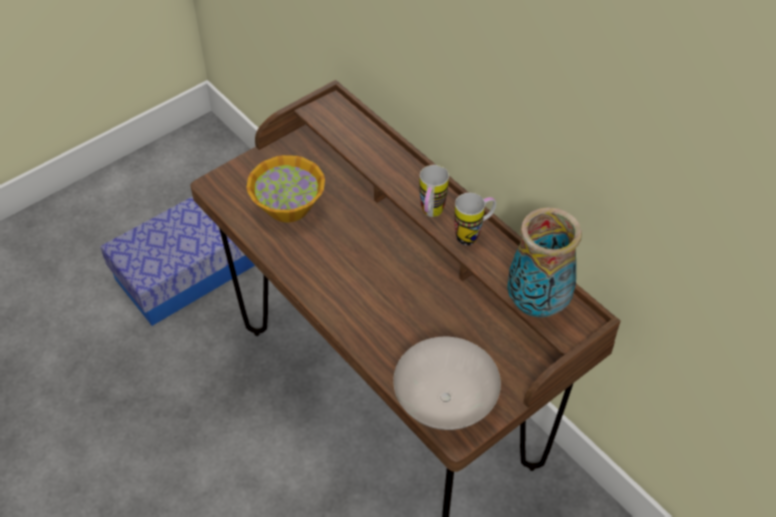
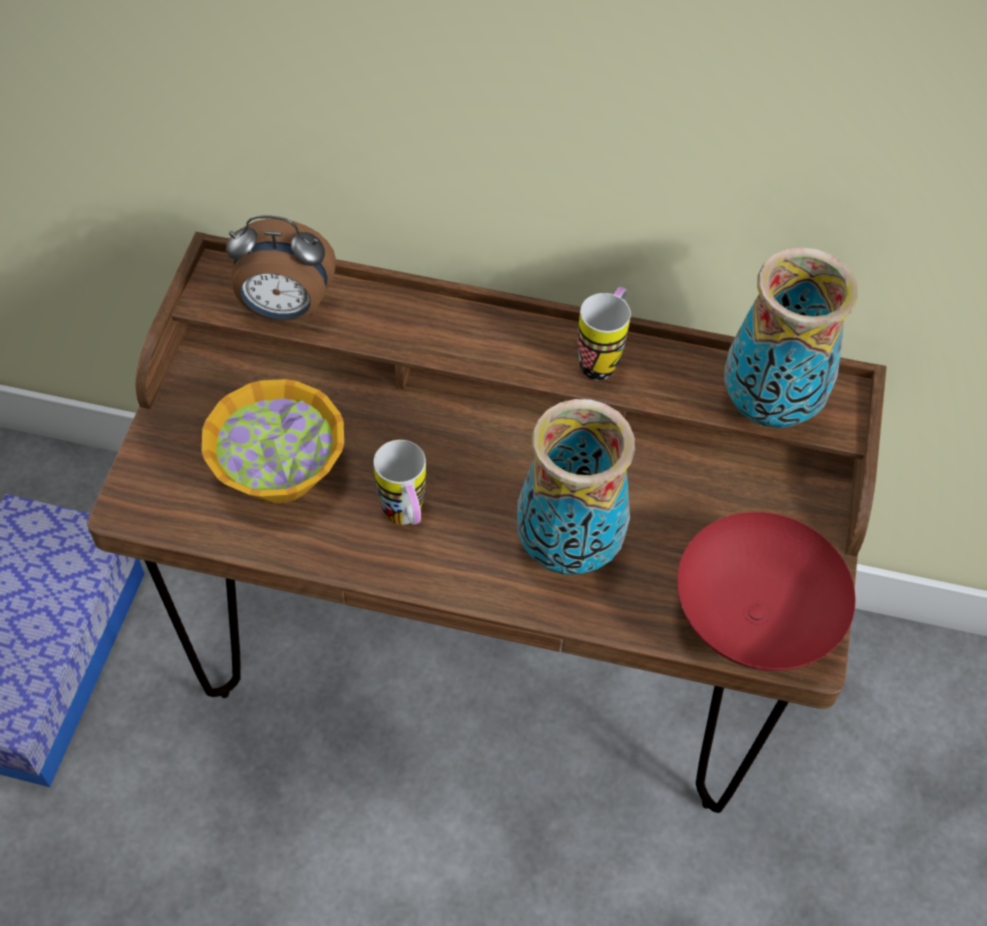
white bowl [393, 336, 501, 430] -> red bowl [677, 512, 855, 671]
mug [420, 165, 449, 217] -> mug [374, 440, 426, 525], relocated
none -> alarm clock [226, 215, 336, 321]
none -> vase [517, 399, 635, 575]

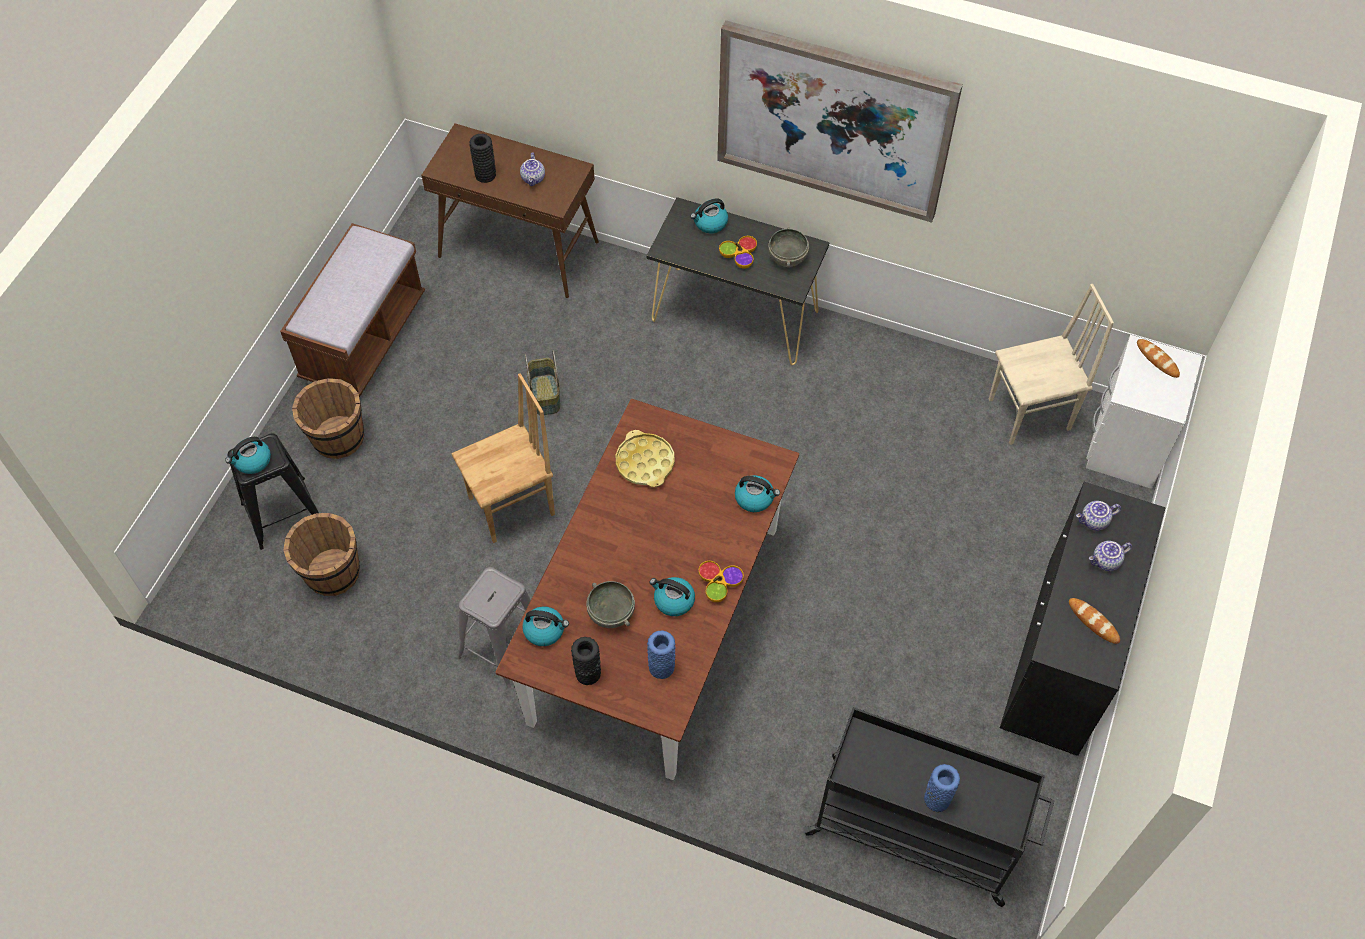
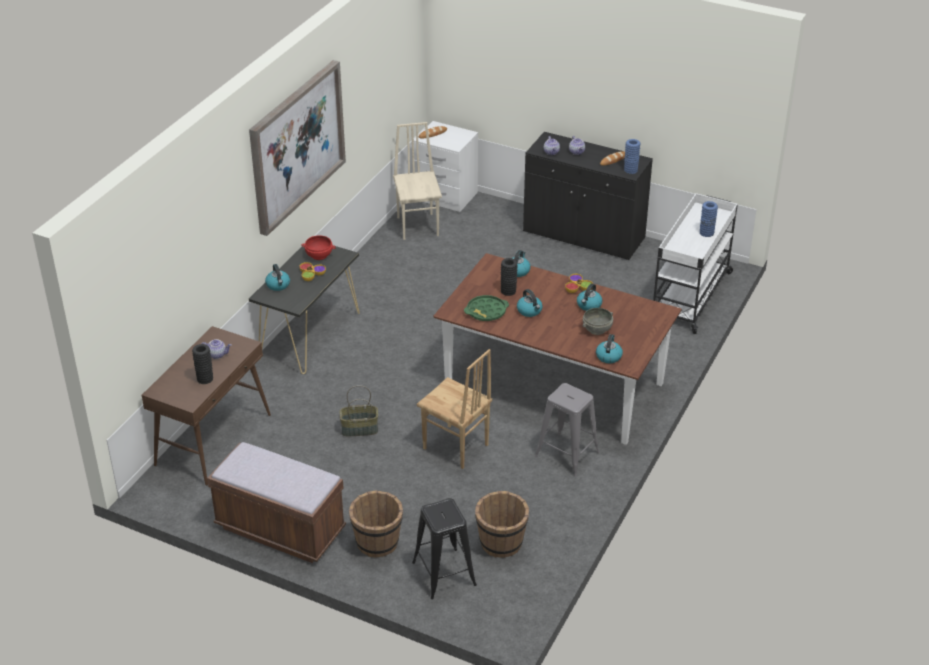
kettle [225, 437, 271, 474] -> kettle [517, 289, 543, 317], relocated
brown chair [451, 373, 555, 543] -> brown chair [417, 349, 492, 469], 150 degrees clockwise
black vase [571, 637, 601, 685] -> black vase [501, 258, 518, 296], relocated
yellow tray [616, 430, 675, 487] -> green tray [464, 295, 509, 321]
blue vase [647, 630, 676, 679] -> blue vase [624, 139, 640, 174], relocated
grey bowl [768, 227, 809, 268] -> red bowl [302, 235, 336, 260]
black cart [803, 707, 1055, 907] -> white cart [653, 193, 738, 334]

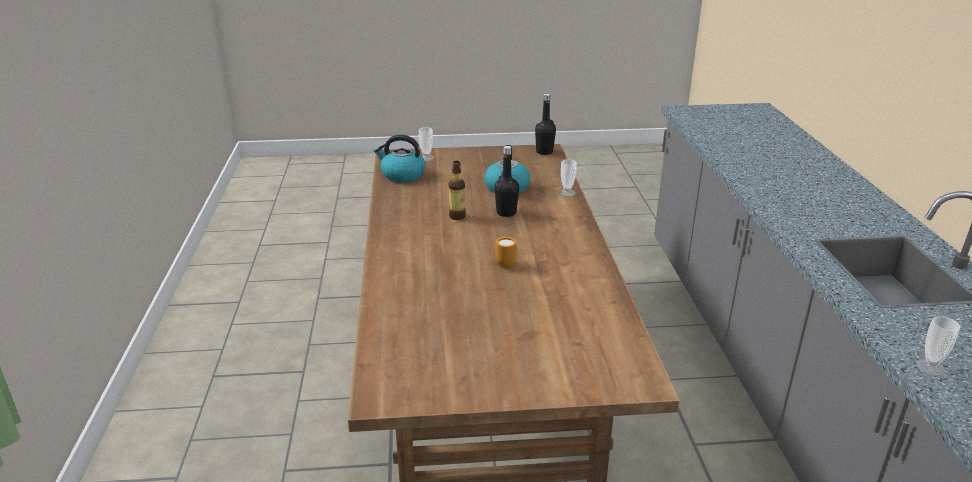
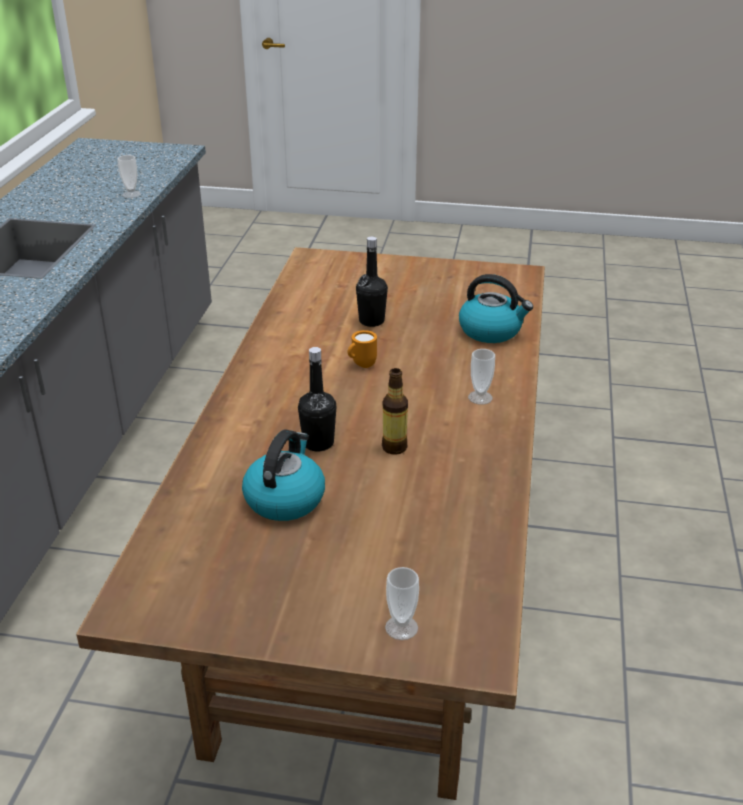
kettle [374, 135, 425, 182] -> kettle [459, 274, 533, 343], relocated
black bottle [535, 94, 556, 155] -> black bottle [356, 237, 388, 327], relocated
cup [559, 159, 577, 196] -> cup [468, 349, 495, 405], relocated

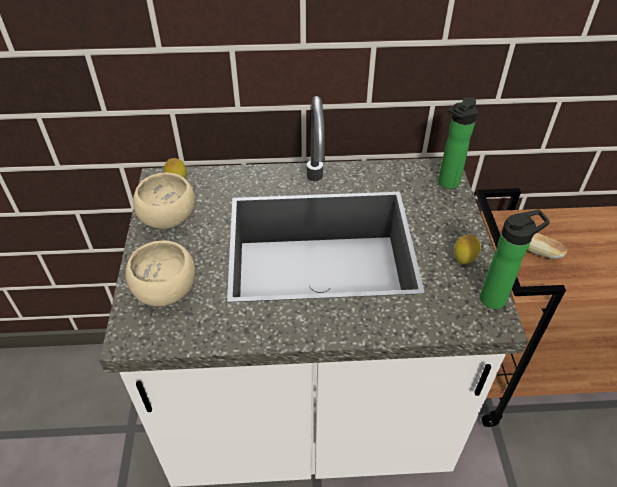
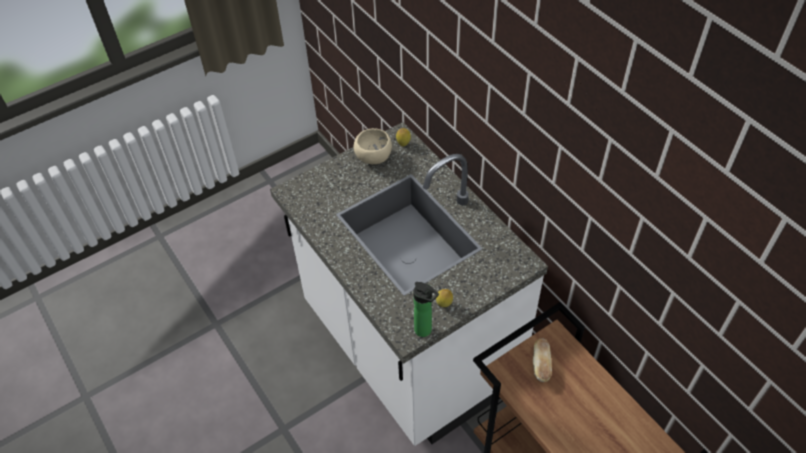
beige bowl [125, 240, 195, 306] -> none
bottle [438, 97, 478, 189] -> none

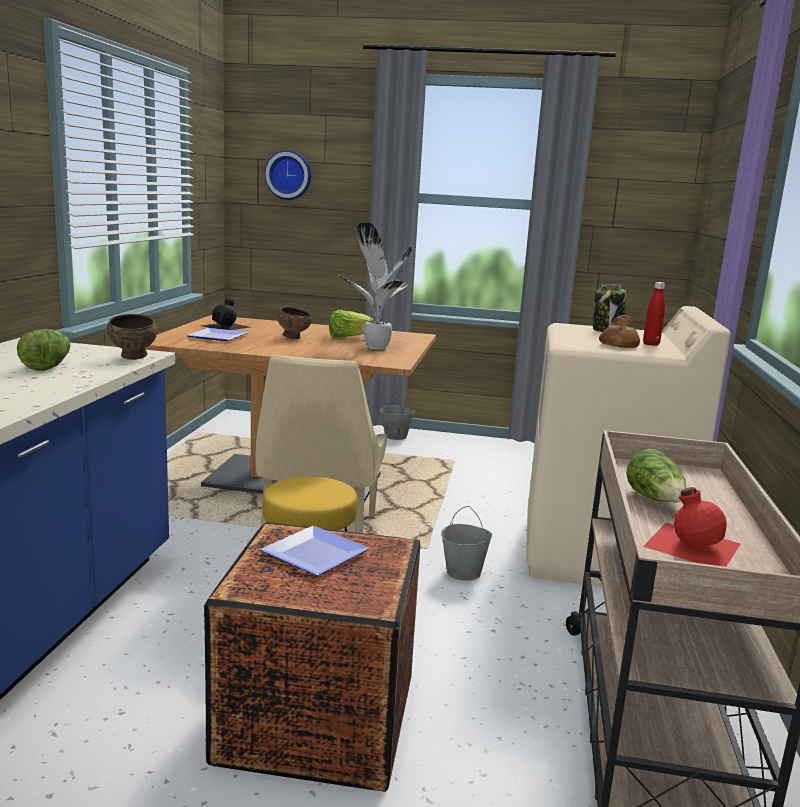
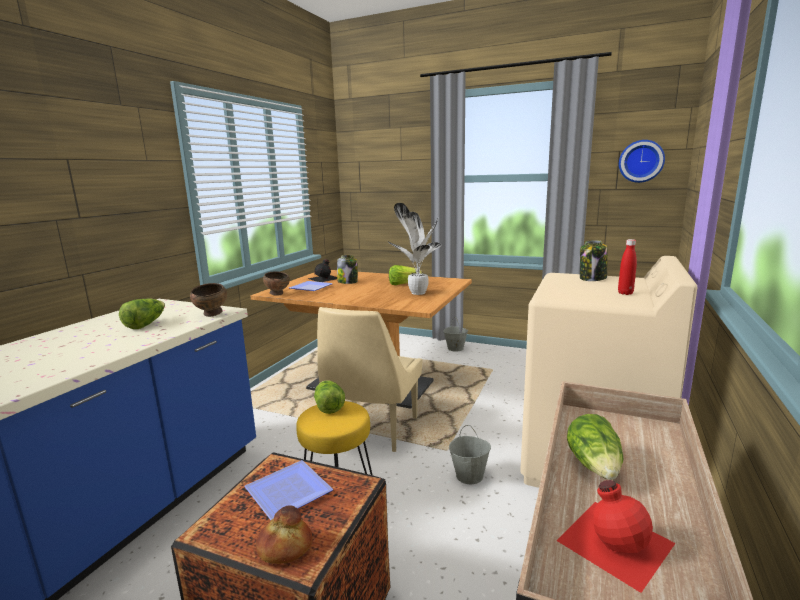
wall clock [265, 150, 311, 200] -> wall clock [619, 140, 665, 183], relocated
brown bowl [278, 307, 312, 339] -> brown bowl [263, 271, 290, 296], relocated
bread [599, 315, 640, 348] -> bread [256, 505, 312, 564], relocated
none -> lettuce [314, 381, 345, 414]
none -> jar [337, 255, 358, 284]

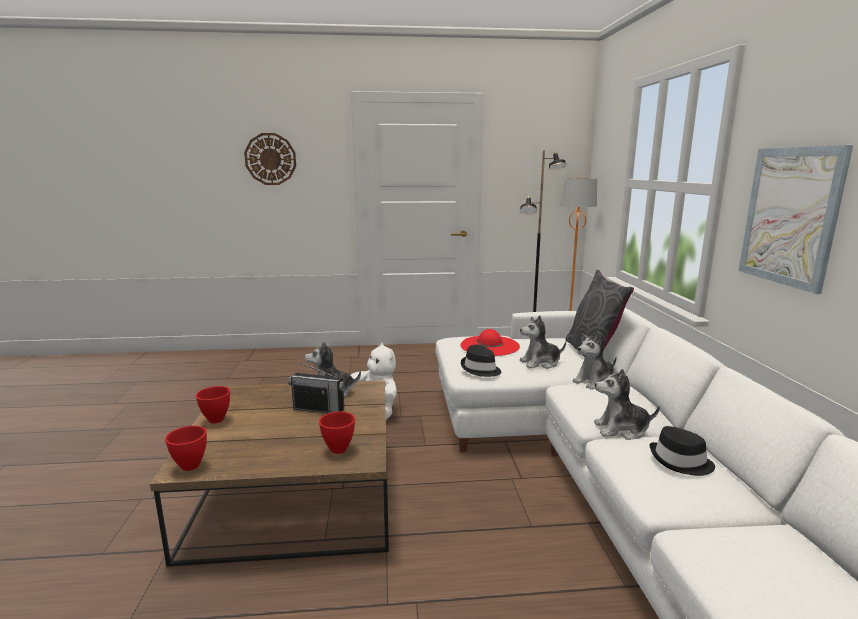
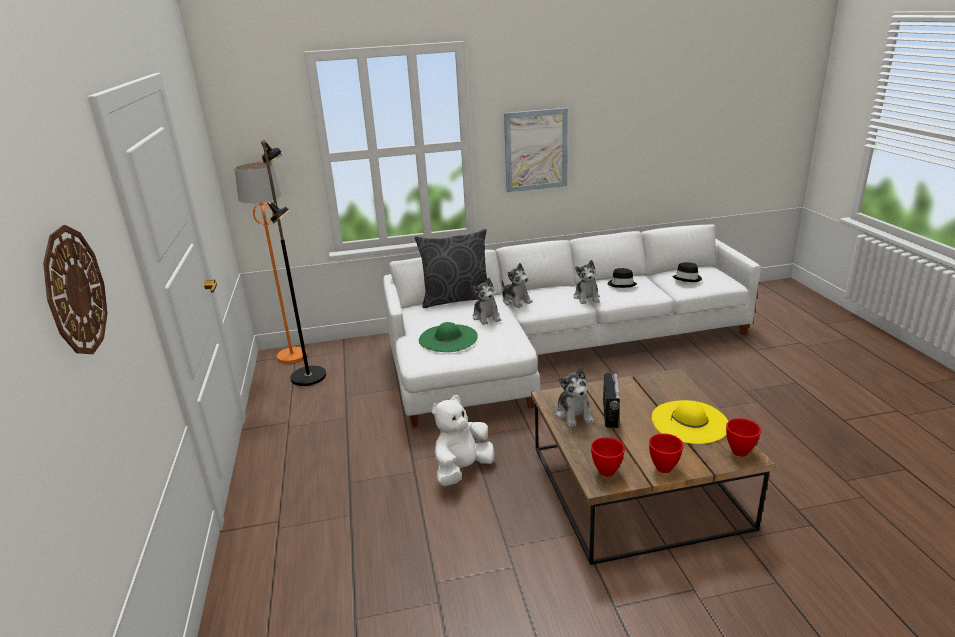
red bowl [319, 411, 355, 454] -> red bowl [591, 437, 625, 477], relocated
red hat [461, 329, 520, 356] -> green hat [419, 322, 478, 352]
black hat [461, 345, 501, 377] -> black hat [672, 262, 702, 282], relocated
none -> yellow hat [652, 400, 728, 444]

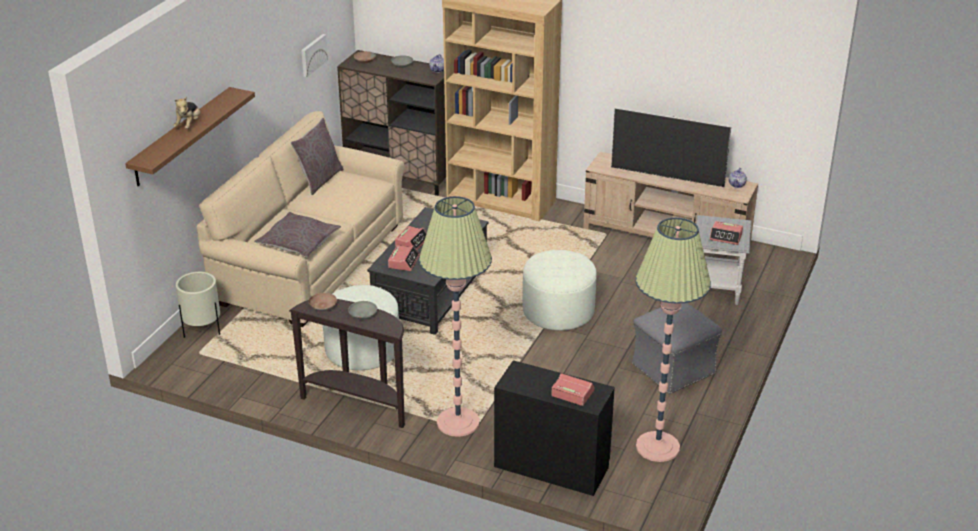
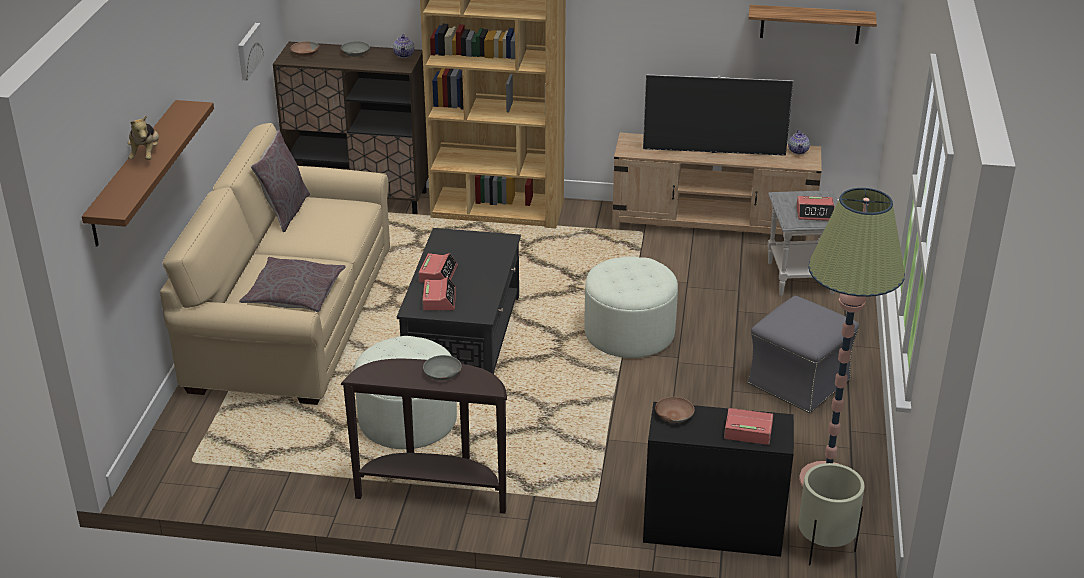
beige planter [176, 272, 220, 338] -> beige planter [799, 463, 865, 565], relocated
brown bowl [308, 293, 337, 311] -> brown bowl [655, 397, 695, 423], relocated
floor lamp [419, 196, 492, 437] -> none
none -> shelf [749, 5, 877, 44]

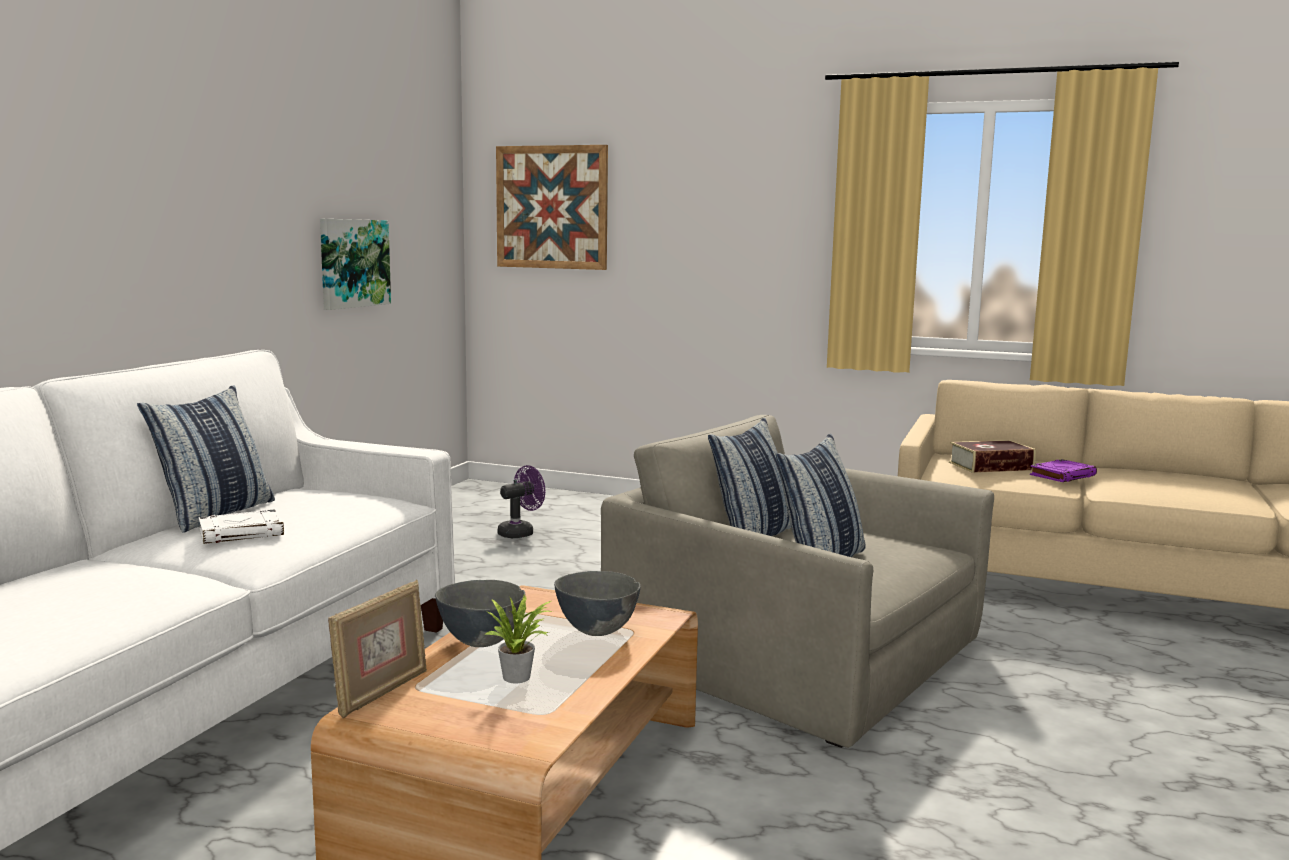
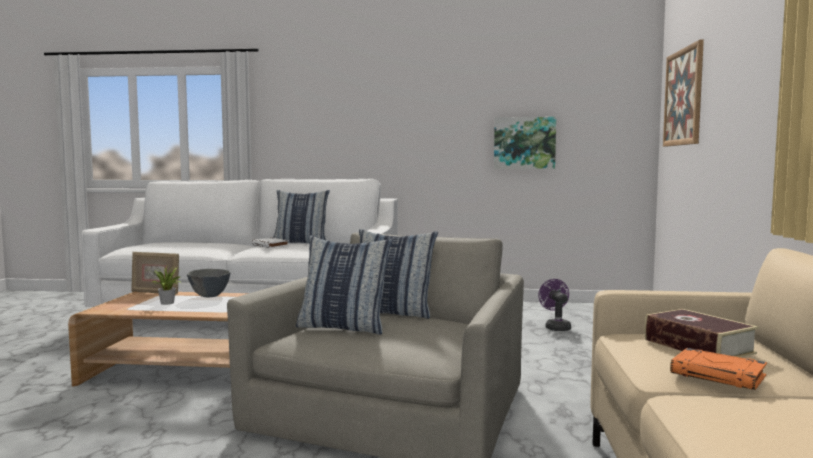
purple fan [498, 465, 545, 538] -> purple fan [538, 279, 571, 331], 135 degrees counterclockwise
grey bowl [554, 571, 641, 636] -> none
purple book [1030, 459, 1097, 482] -> orange book [670, 348, 767, 390]

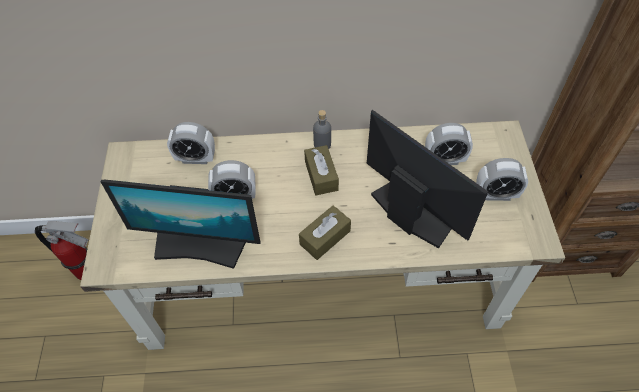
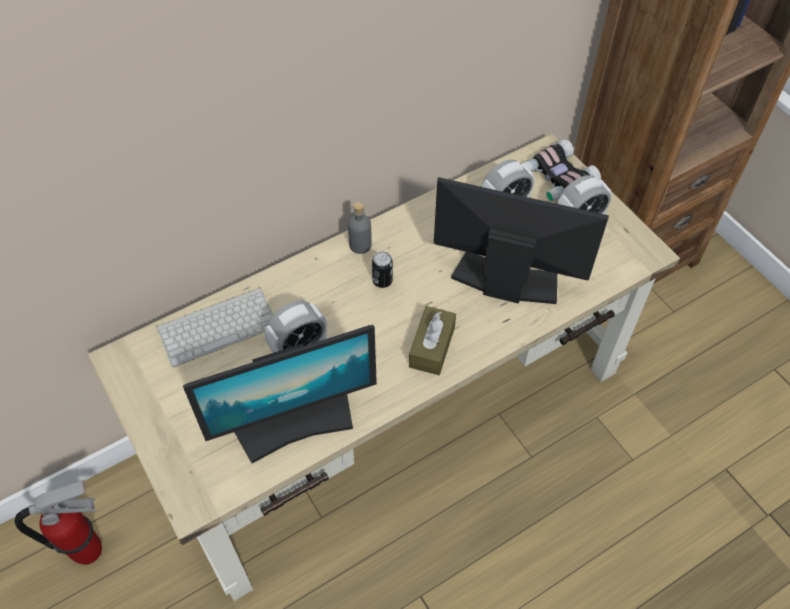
alarm clock [167, 122, 215, 164] -> keyboard [156, 287, 273, 367]
brown tissue box [304, 145, 339, 195] -> can [372, 252, 393, 288]
none -> binoculars [524, 139, 601, 202]

